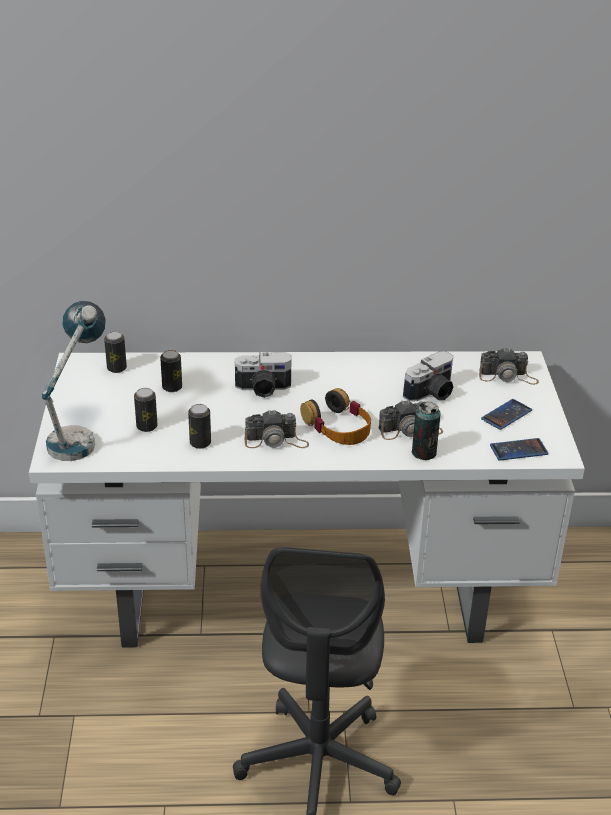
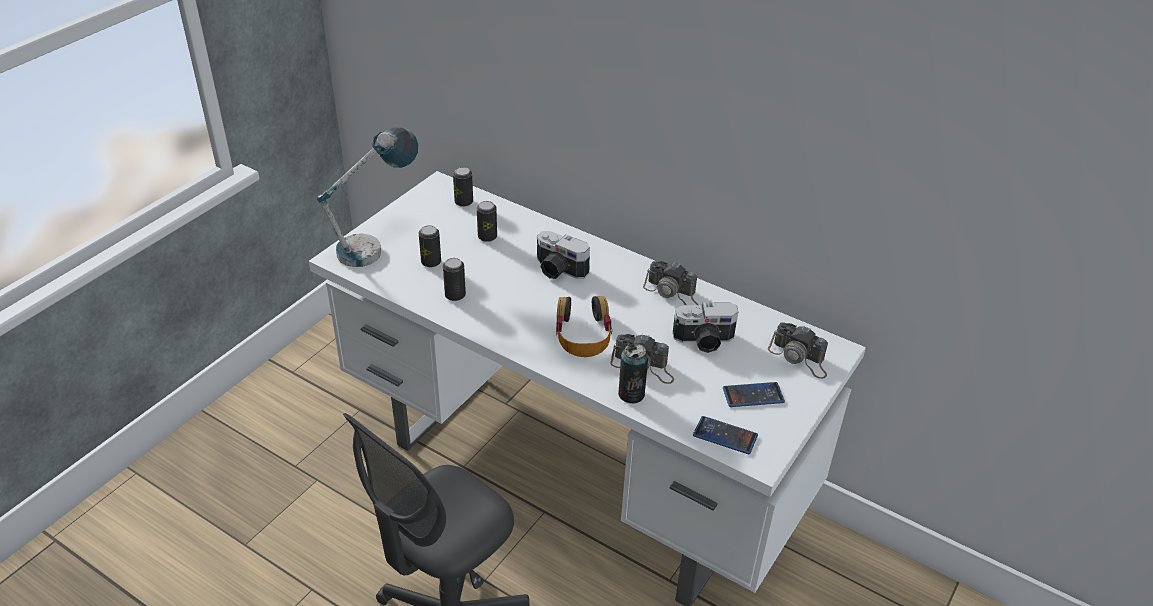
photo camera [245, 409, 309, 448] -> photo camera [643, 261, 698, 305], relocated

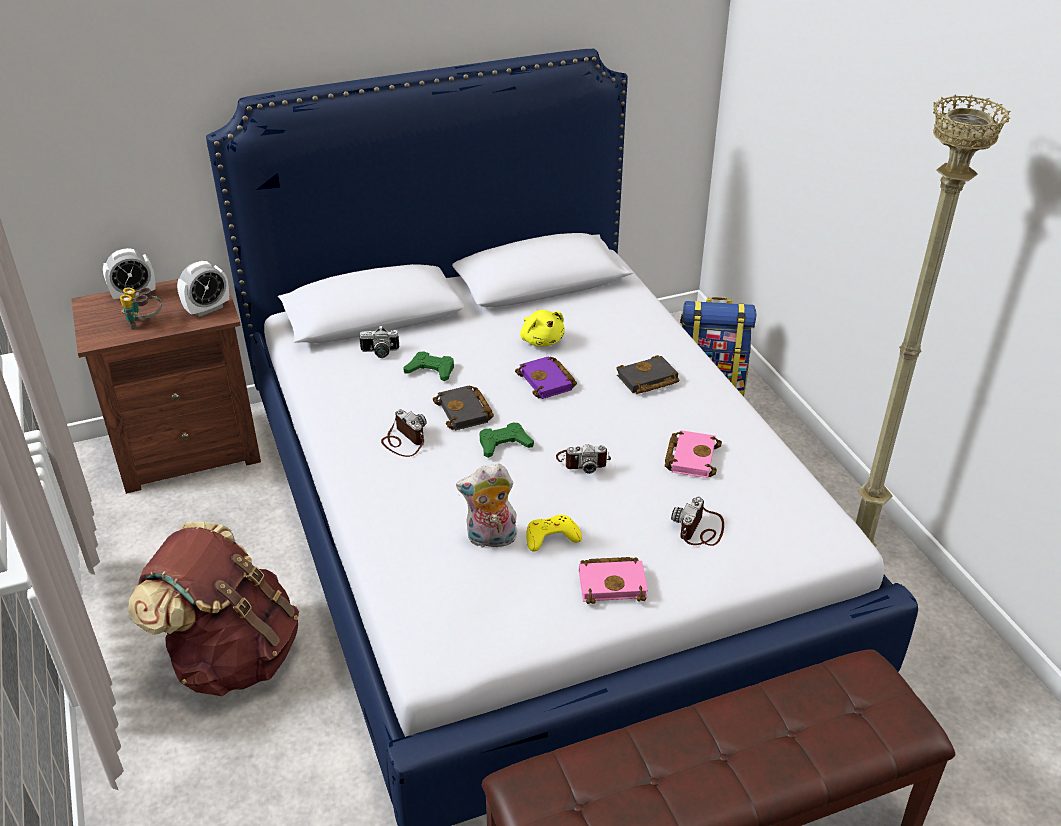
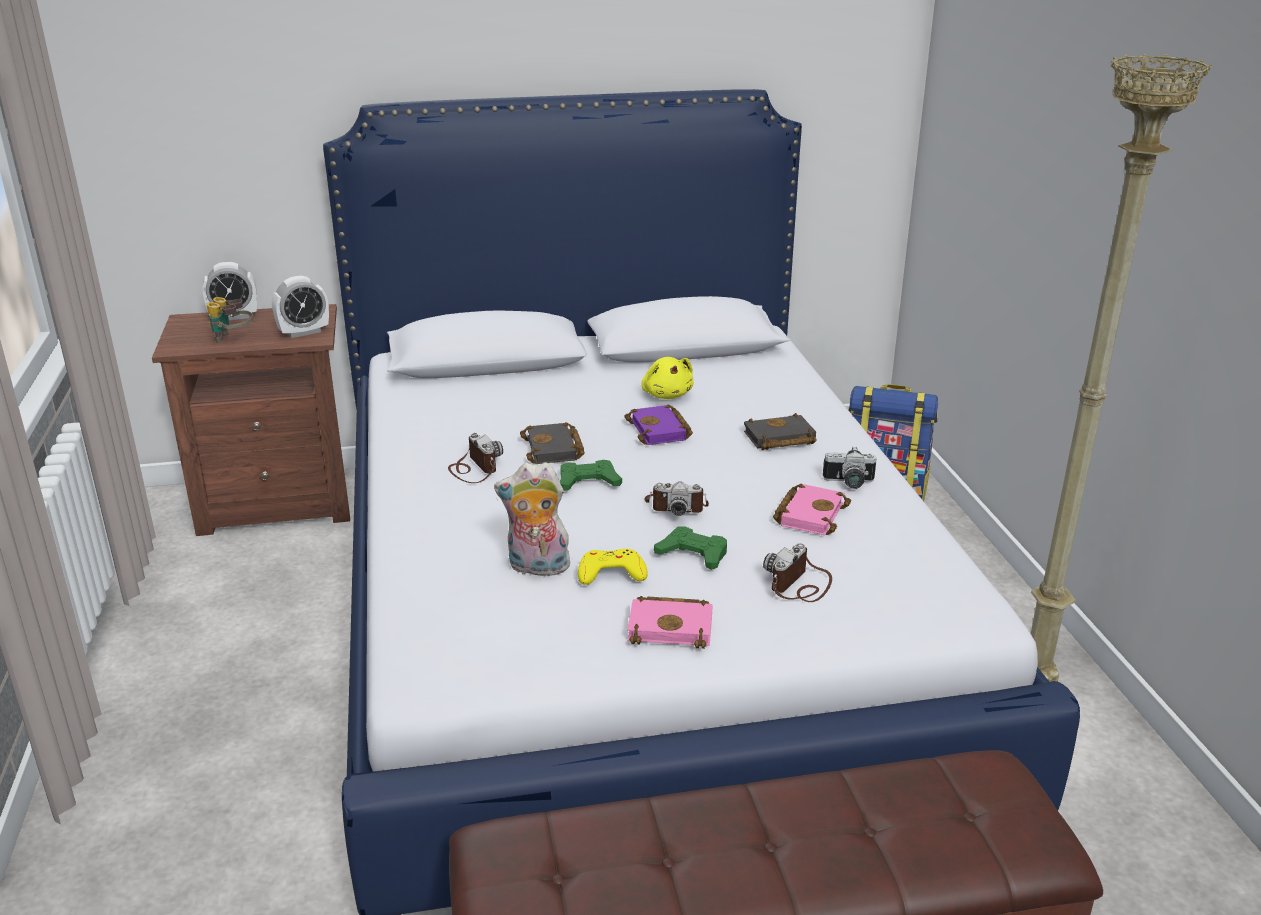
brown backpack [128, 522, 299, 696] -> none
photo camera [359, 325, 399, 358] -> photo camera [823, 446, 876, 489], relocated
green game controller [403, 352, 454, 381] -> green game controller [654, 526, 727, 570], relocated

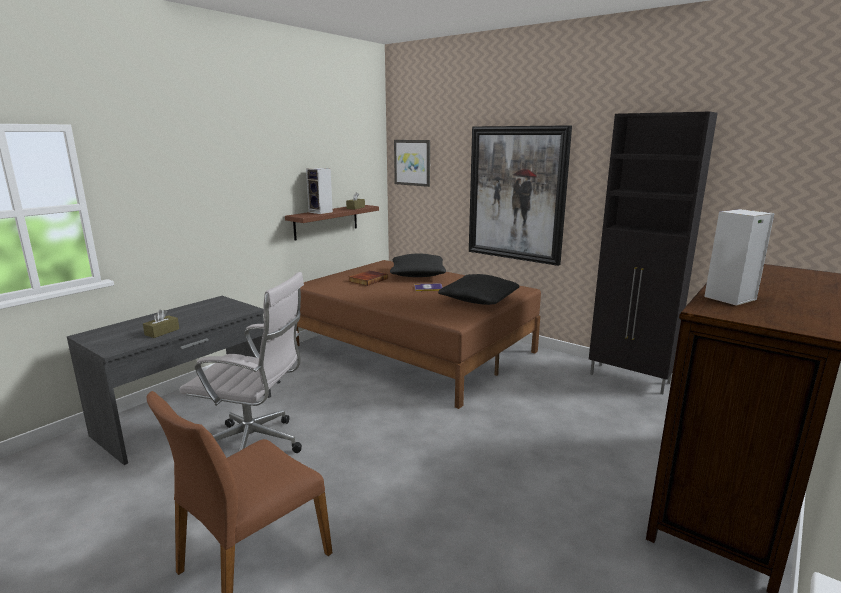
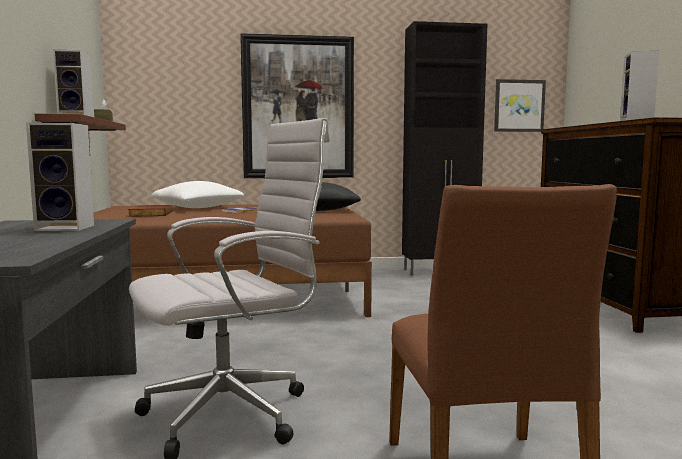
brown tissue box [143, 309, 179, 338] -> none
black pillow [390, 254, 446, 277] -> white pillow [151, 181, 244, 208]
picture [394, 140, 430, 187] -> picture [494, 79, 546, 132], relocated
none -> speaker [26, 123, 94, 231]

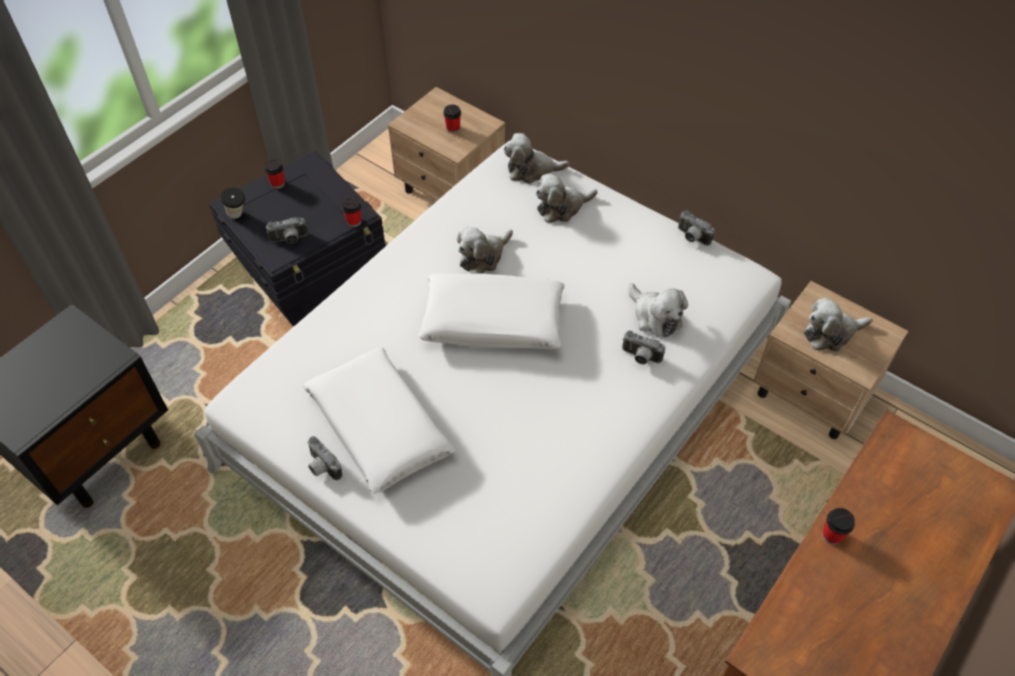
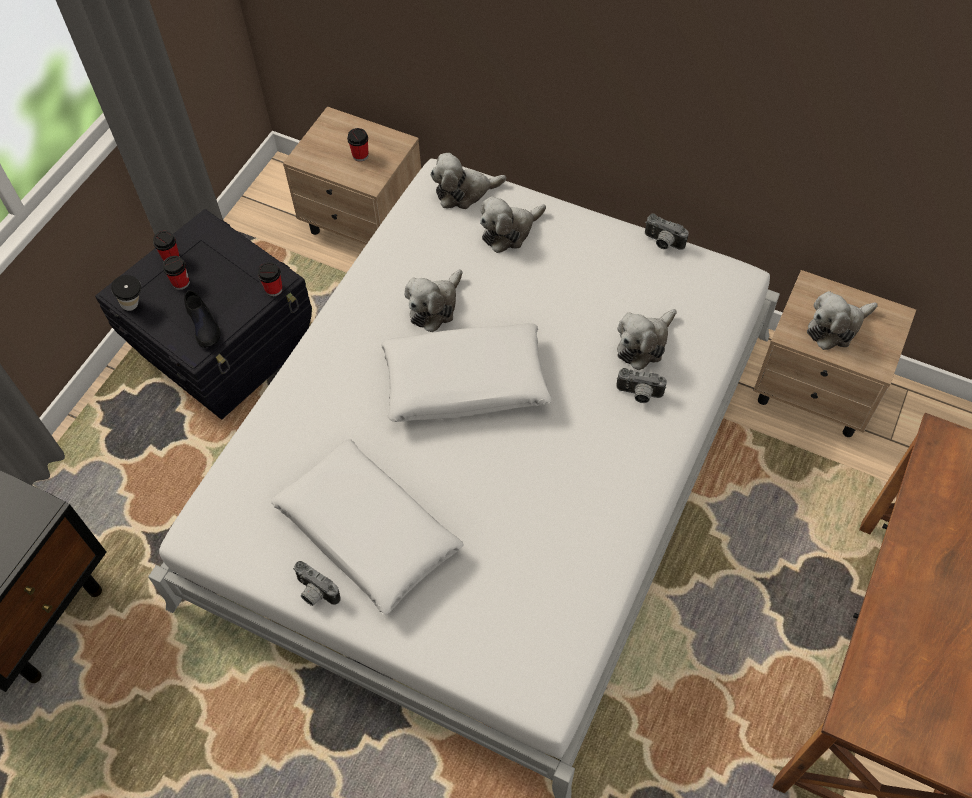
photo camera [266, 217, 308, 244] -> black shoe [184, 290, 221, 348]
plush toy [628, 283, 688, 338] -> plush toy [617, 309, 677, 370], 90 degrees clockwise
cup [822, 508, 855, 545] -> cup [163, 256, 190, 290], relocated

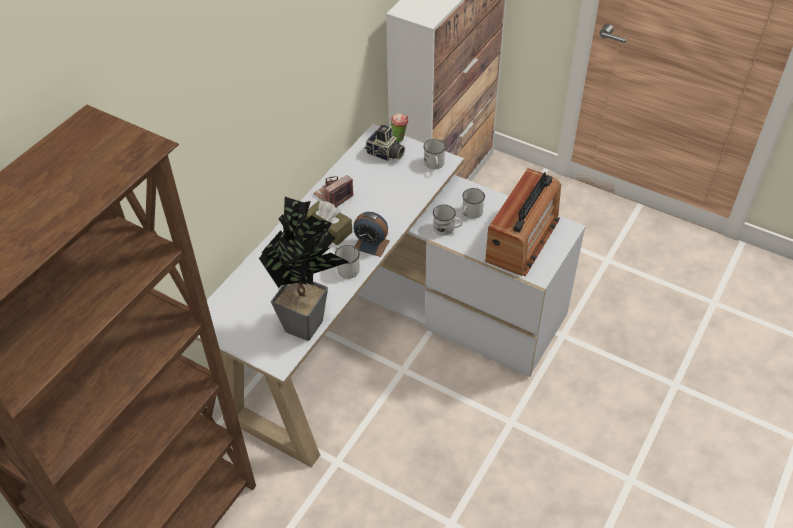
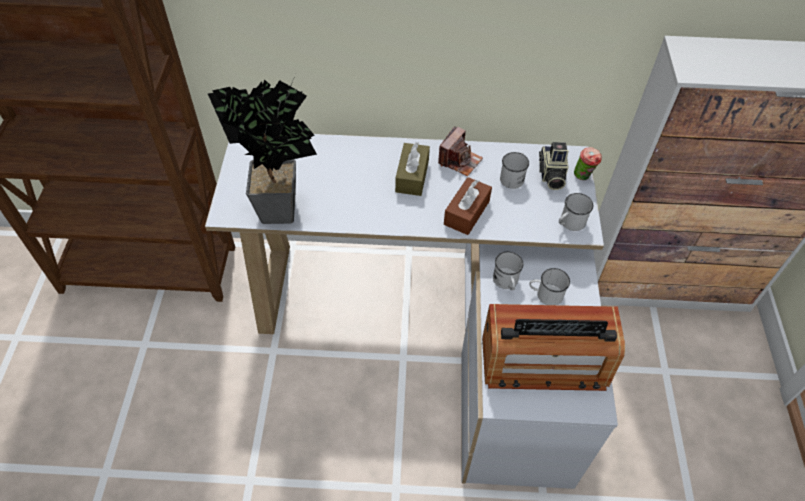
photo camera [314, 175, 353, 207] -> photo camera [438, 126, 483, 177], 105 degrees clockwise
white mug [335, 245, 360, 279] -> white mug [500, 152, 529, 189], relocated
alarm clock [353, 212, 390, 257] -> none
none -> brown tissue box [444, 177, 492, 235]

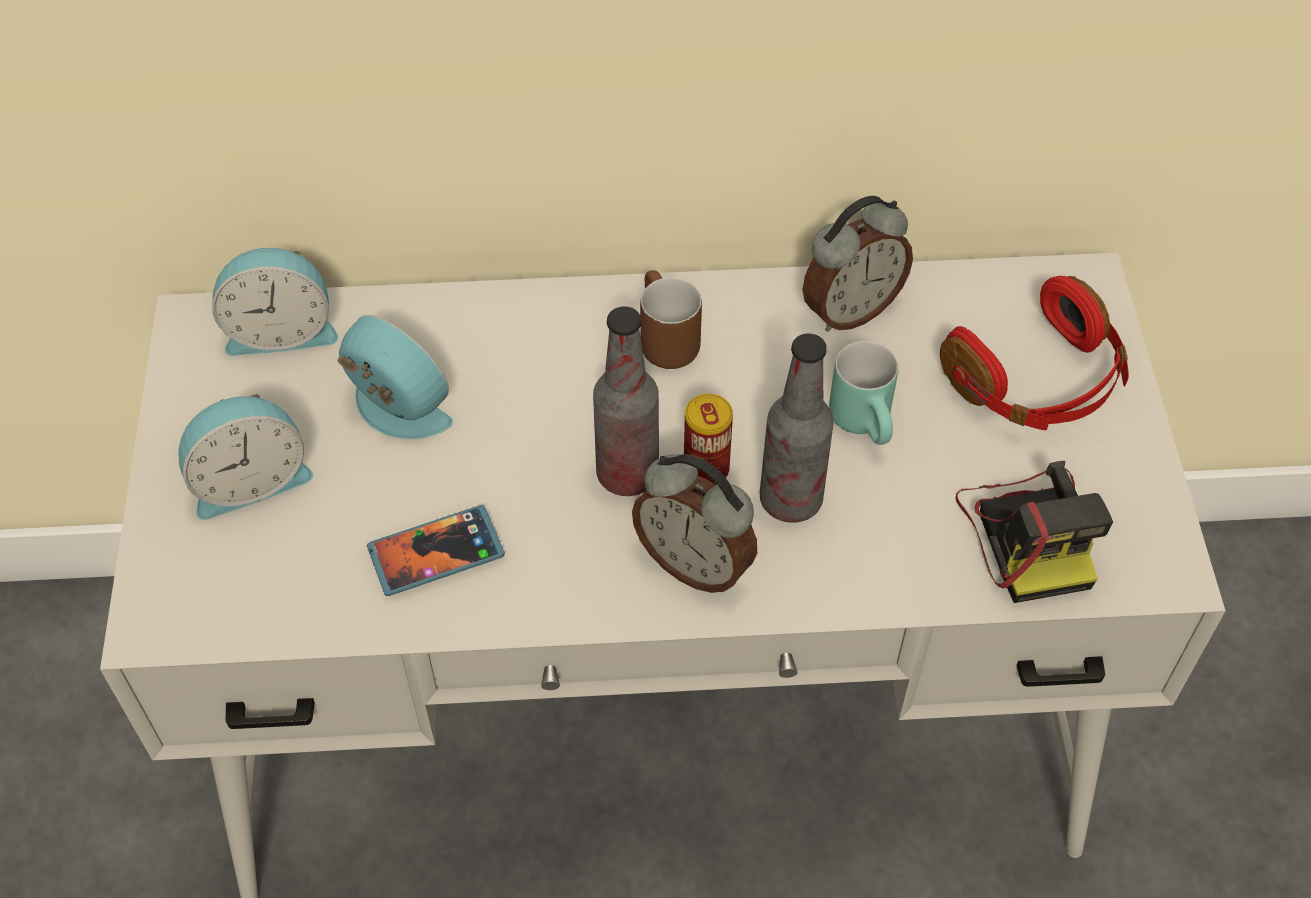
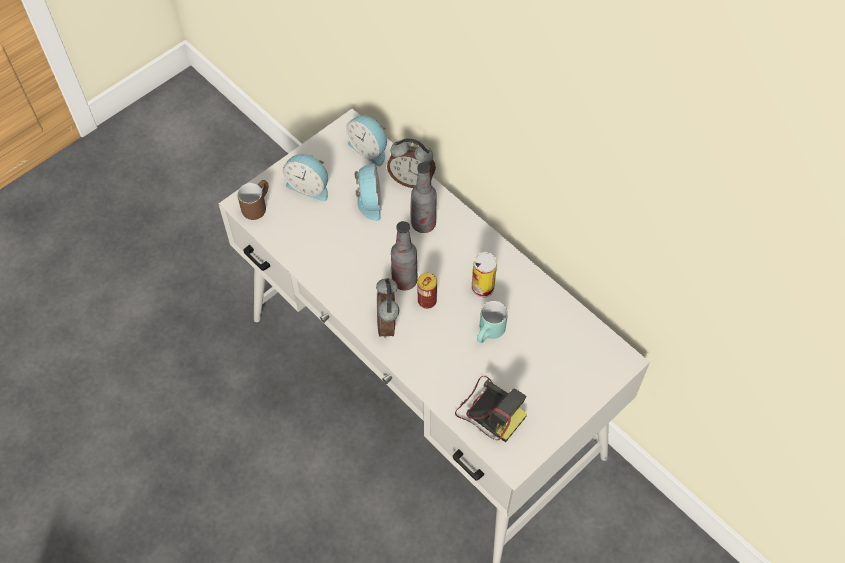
phone [367, 505, 505, 596] -> none
brown mug [640, 270, 702, 369] -> brown mug [237, 180, 269, 220], relocated
bottle [760, 333, 834, 523] -> bottle [411, 162, 436, 233], relocated
alarm clock [802, 196, 913, 332] -> alarm clock [387, 138, 436, 188], relocated
red headphones [940, 276, 1129, 430] -> none
photo camera [956, 461, 1113, 603] -> photo camera [455, 376, 527, 442], 90 degrees counterclockwise
none -> can [472, 252, 497, 298]

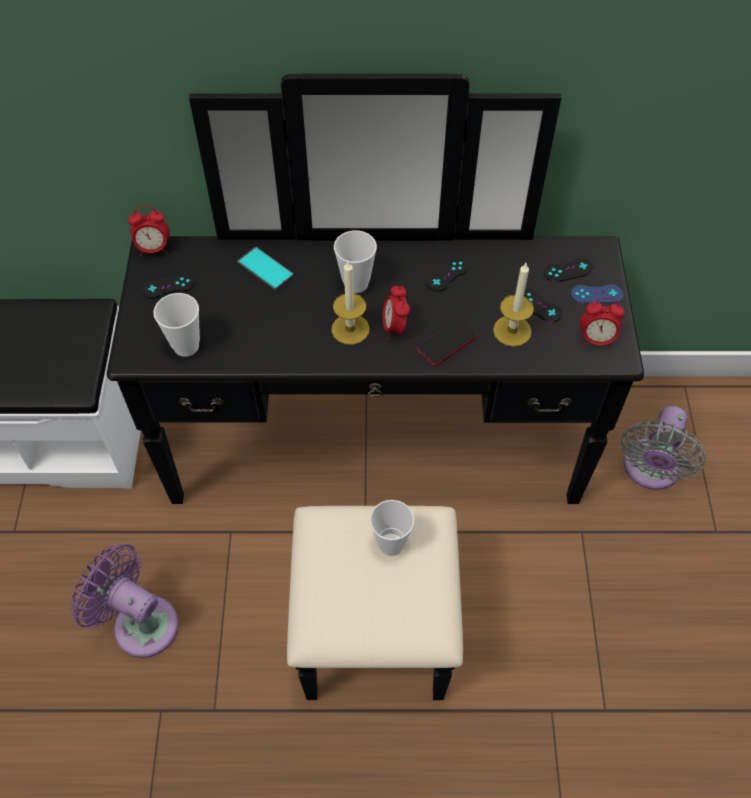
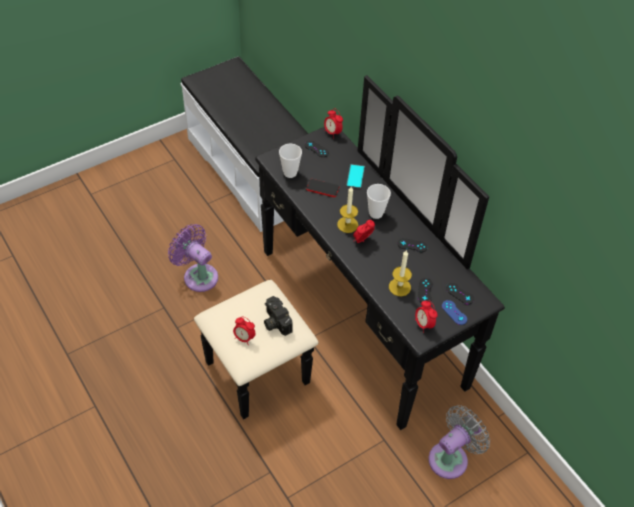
purple fan [70, 544, 179, 658] -> purple fan [168, 224, 218, 292], 45 degrees counterclockwise
cup [370, 500, 414, 556] -> photo camera [264, 296, 293, 336]
phone [417, 319, 477, 366] -> phone [306, 179, 340, 197], relocated
grey fan [621, 406, 706, 490] -> grey fan [428, 405, 490, 479], 150 degrees clockwise
none -> alarm clock [233, 317, 256, 345]

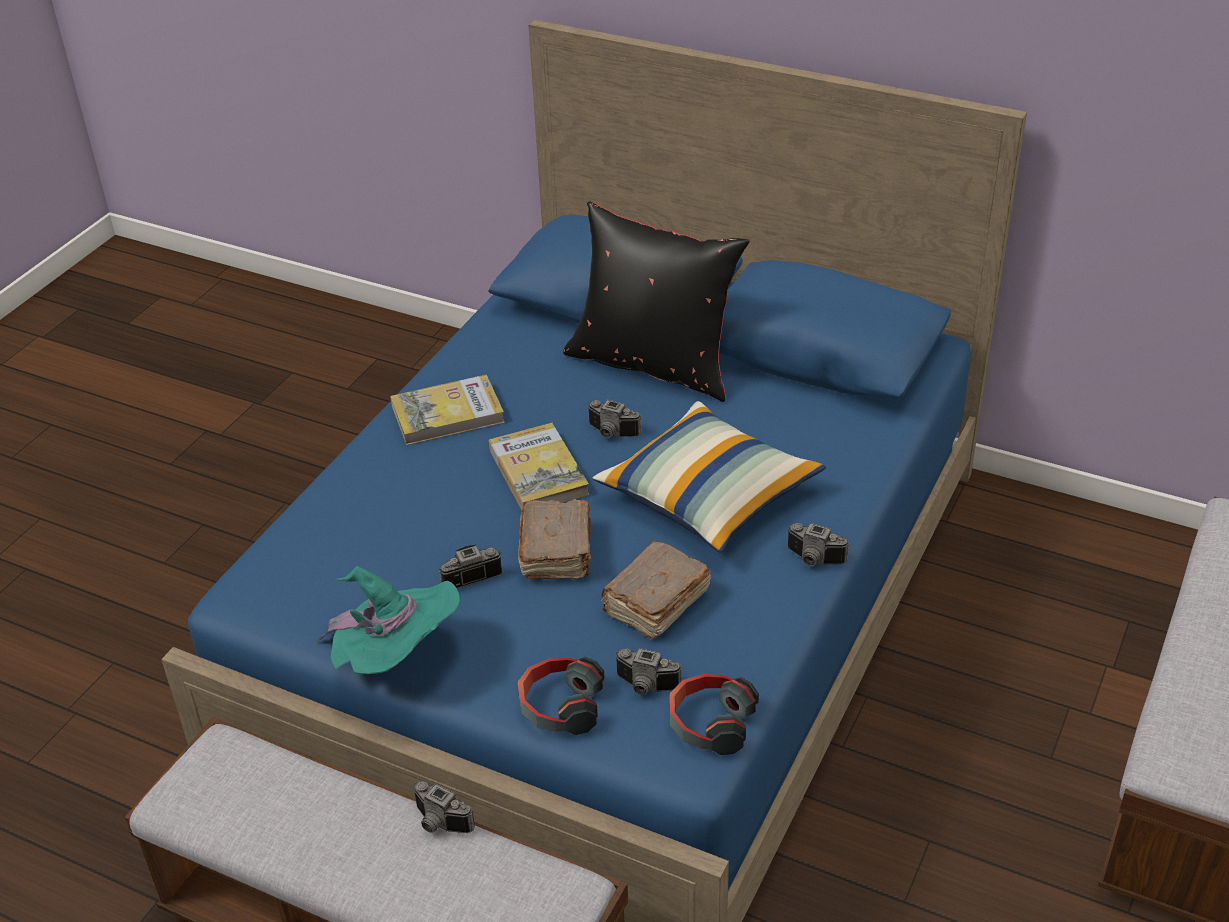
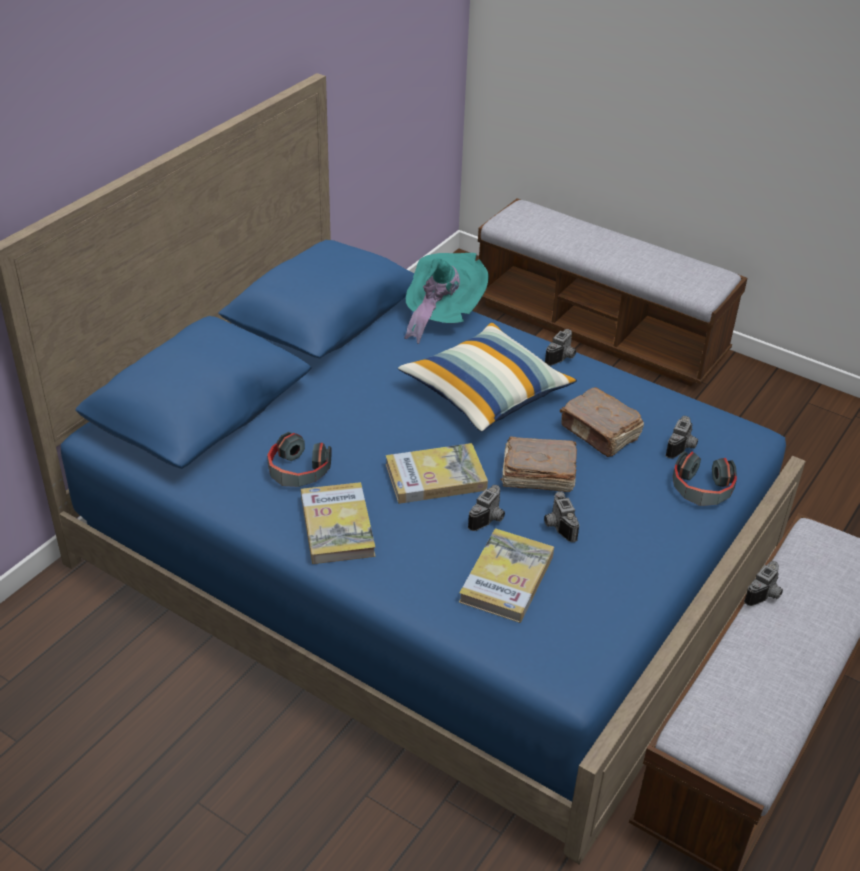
turquoise hat [317, 566, 461, 674] -> turquoise hat [404, 253, 489, 344], relocated
black pillow [563, 201, 750, 402] -> none
photo camera [587, 400, 642, 438] -> photo camera [468, 485, 505, 531], relocated
headphones [670, 674, 759, 755] -> headphones [267, 432, 332, 487], relocated
none -> book [459, 528, 554, 623]

